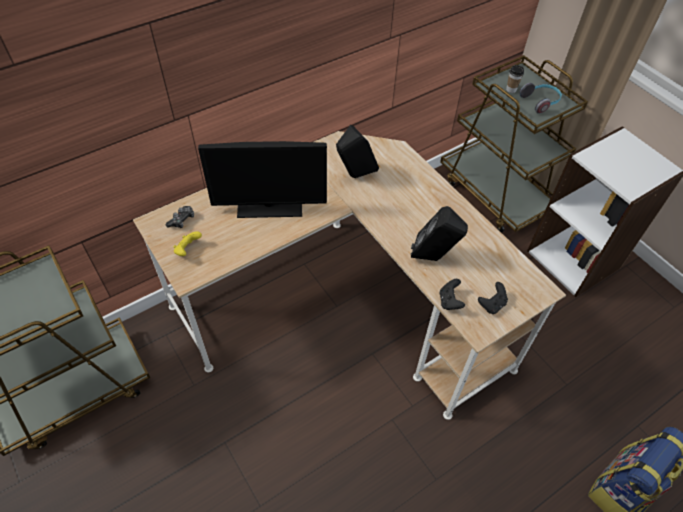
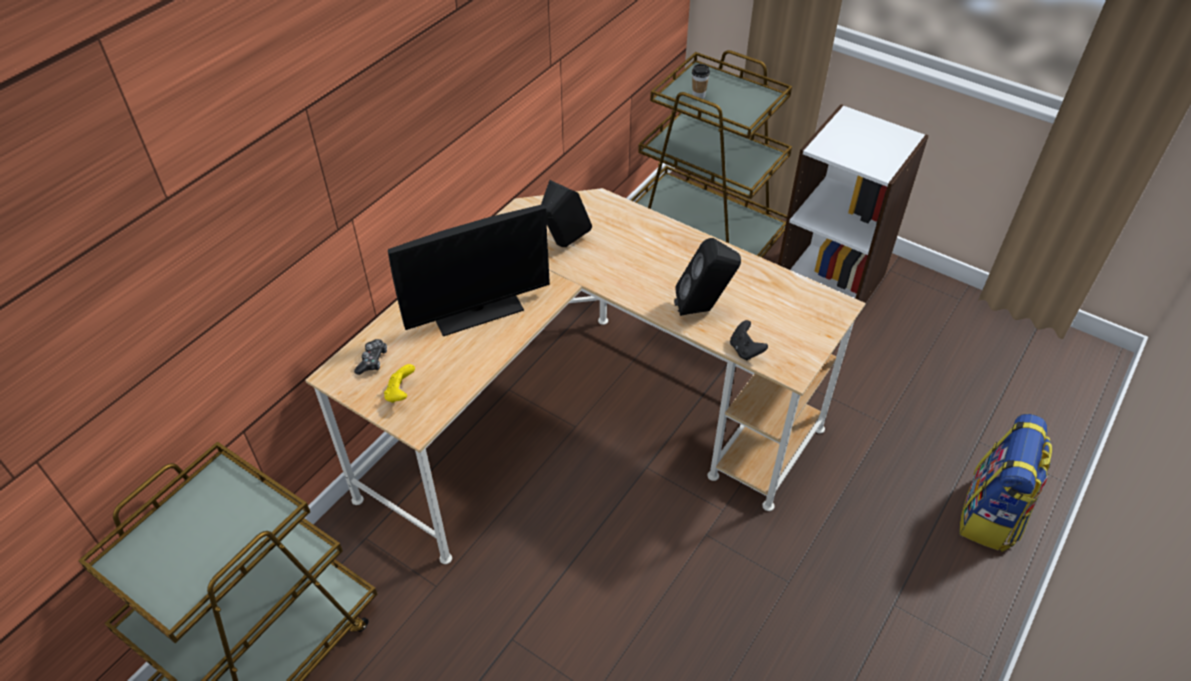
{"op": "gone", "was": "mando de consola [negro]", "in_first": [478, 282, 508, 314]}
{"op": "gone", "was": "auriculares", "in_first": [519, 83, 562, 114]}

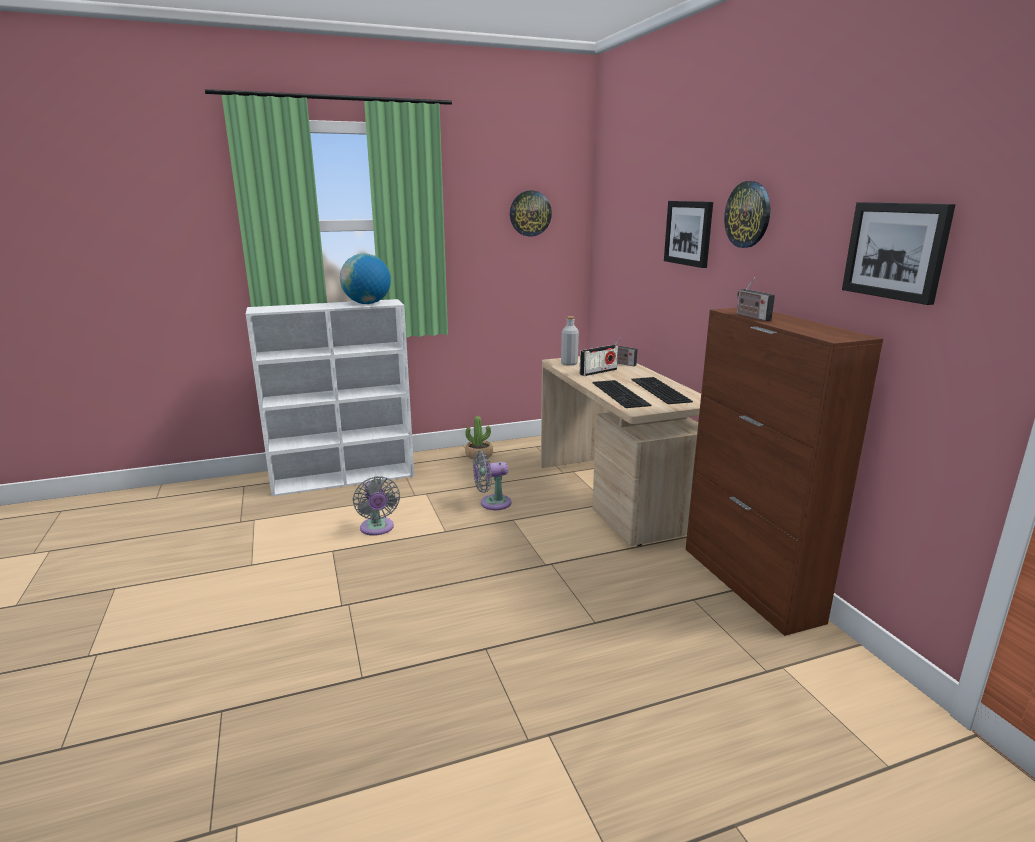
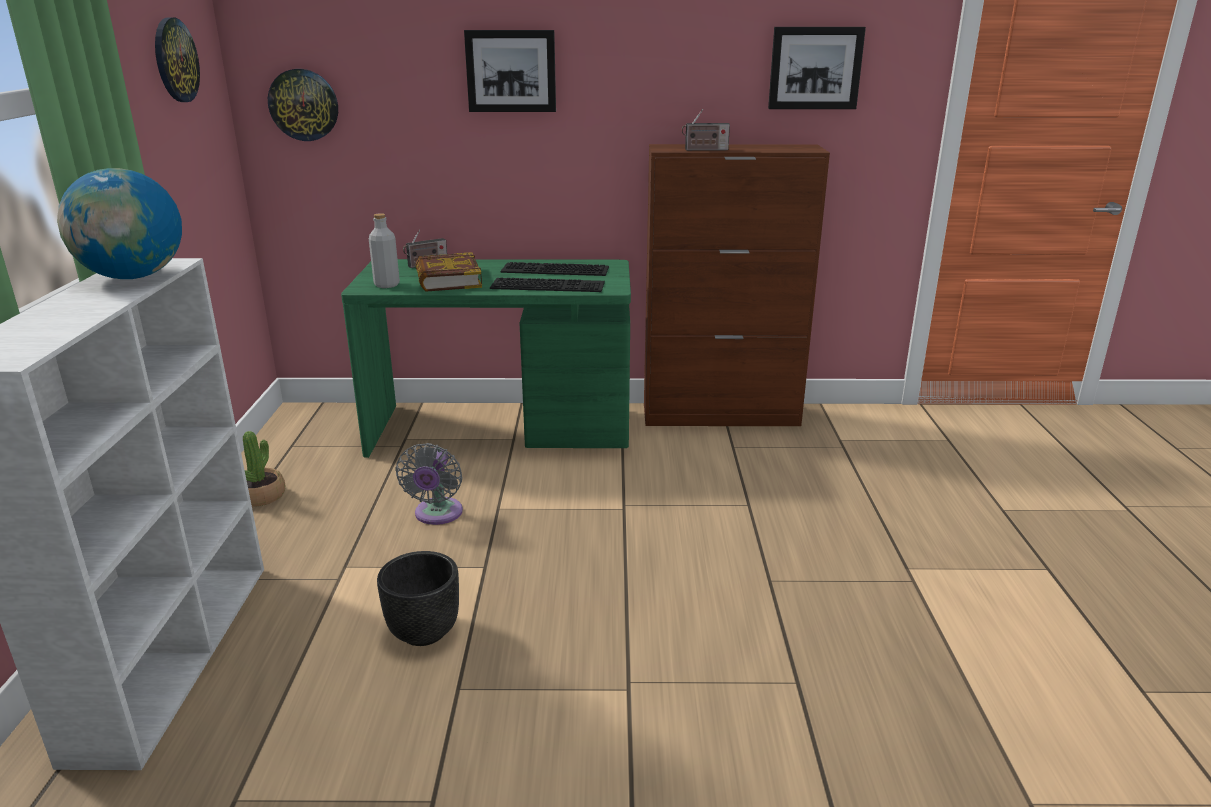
{"op": "shifted", "was": "reloj de pared", "in_first": [724, 181, 770, 248], "in_second": [268, 69, 338, 141]}
{"op": "repainted", "was": "escritorio [beis]", "now": "escritorio [verde]", "in_first": [541, 356, 701, 546], "in_second": [341, 259, 631, 458]}
{"op": "swapped", "was": "ventilador [gris]", "now": "maceta [negro]", "in_first": [353, 476, 400, 536], "in_second": [377, 551, 459, 646]}
{"op": "swapped", "was": "radio", "now": "libro", "in_first": [580, 345, 618, 376], "in_second": [416, 252, 482, 292]}

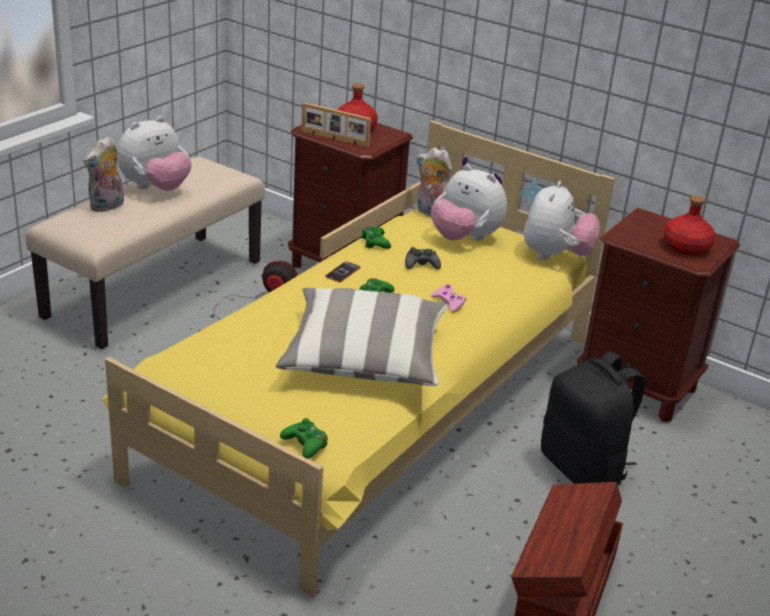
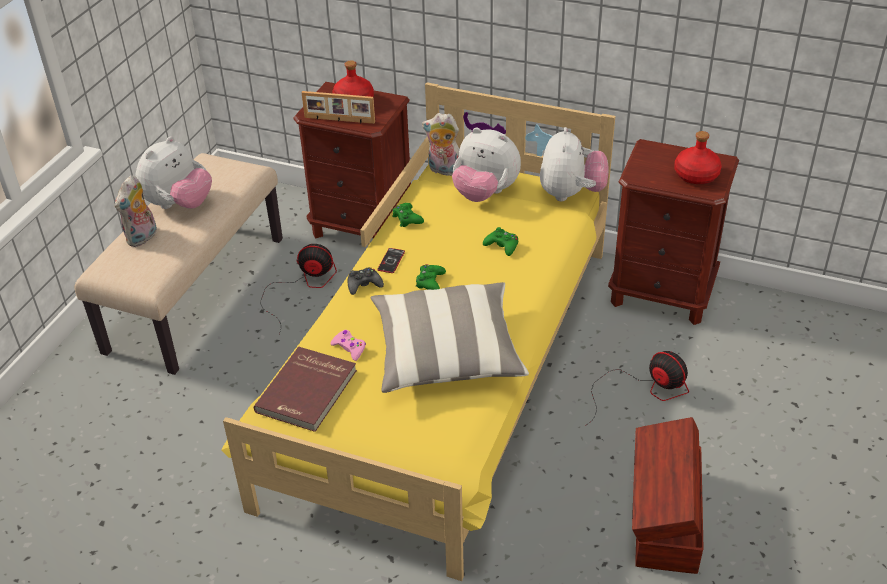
{"op": "new", "now": "libro [rojo]", "in_second": [254, 347, 357, 432]}
{"op": "shifted", "was": "mando de consola [rosa]", "in_first": [431, 285, 466, 313], "in_second": [331, 330, 366, 361]}
{"op": "shifted", "was": "mando de consola [negro]", "in_first": [405, 247, 441, 269], "in_second": [348, 267, 384, 295]}
{"op": "shifted", "was": "mando de consola [verde]", "in_first": [280, 418, 328, 459], "in_second": [483, 227, 518, 256]}
{"op": "swapped", "was": "mochila [negro]", "now": "ventilador", "in_first": [541, 351, 645, 485], "in_second": [585, 351, 689, 426]}

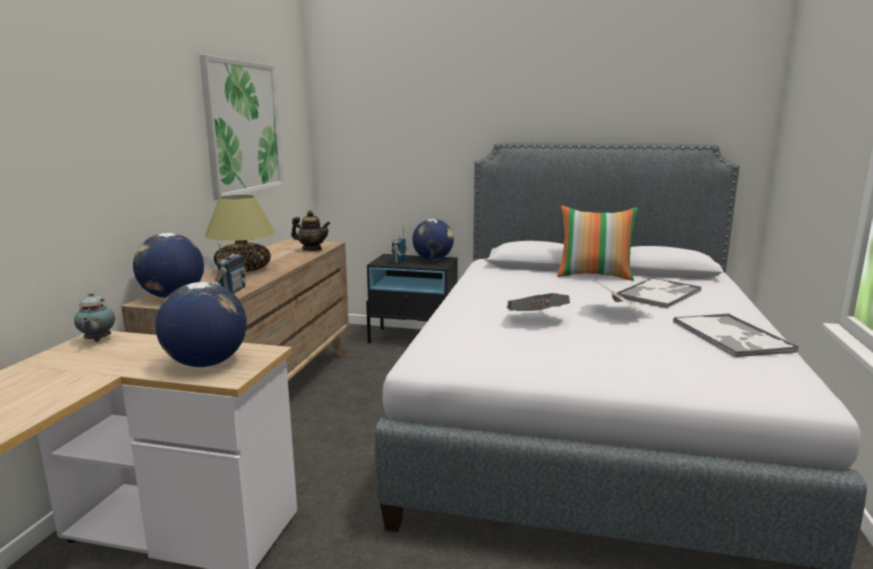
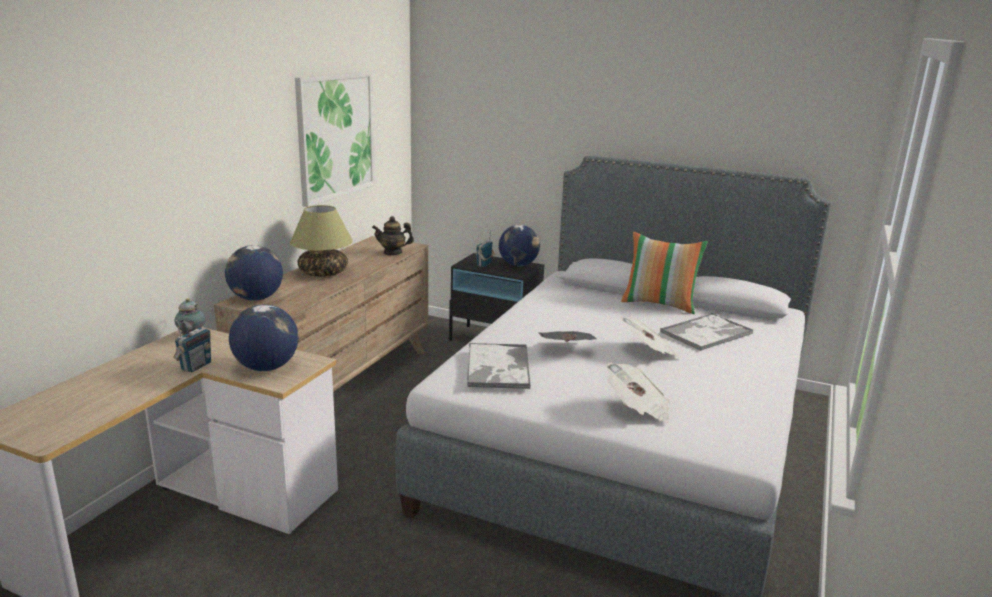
{"op": "shifted", "was": "radio", "in_first": [215, 242, 246, 294], "in_second": [173, 320, 211, 372]}
{"op": "rotated", "was": "tetera", "in_first": [291, 210, 330, 251], "in_second": [372, 216, 414, 256], "clockwise": 150}
{"op": "shifted", "was": "bandeja", "in_first": [673, 314, 799, 358], "in_second": [467, 343, 531, 389]}
{"op": "new", "now": "periódico", "in_second": [606, 362, 670, 423]}

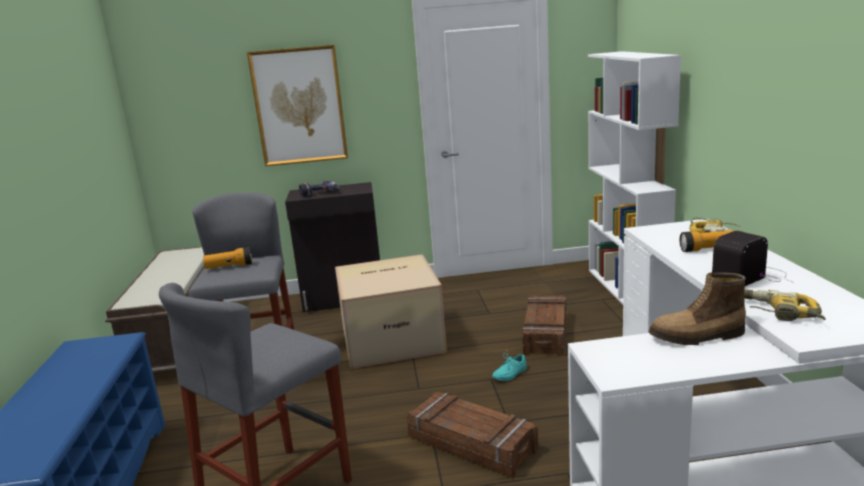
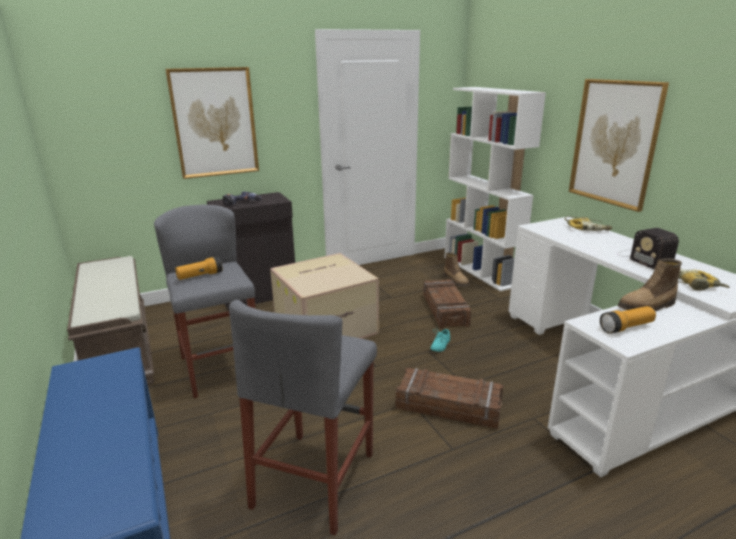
{"op": "new", "now": "bota", "in_second": [444, 253, 470, 287]}
{"op": "new", "now": "cuadro", "in_second": [569, 79, 669, 212]}
{"op": "shifted", "was": "linterna", "in_first": [680, 230, 734, 252], "in_second": [600, 306, 656, 334]}
{"op": "rotated", "was": "radio", "in_first": [712, 231, 792, 286], "in_second": [619, 228, 679, 270], "clockwise": -60}

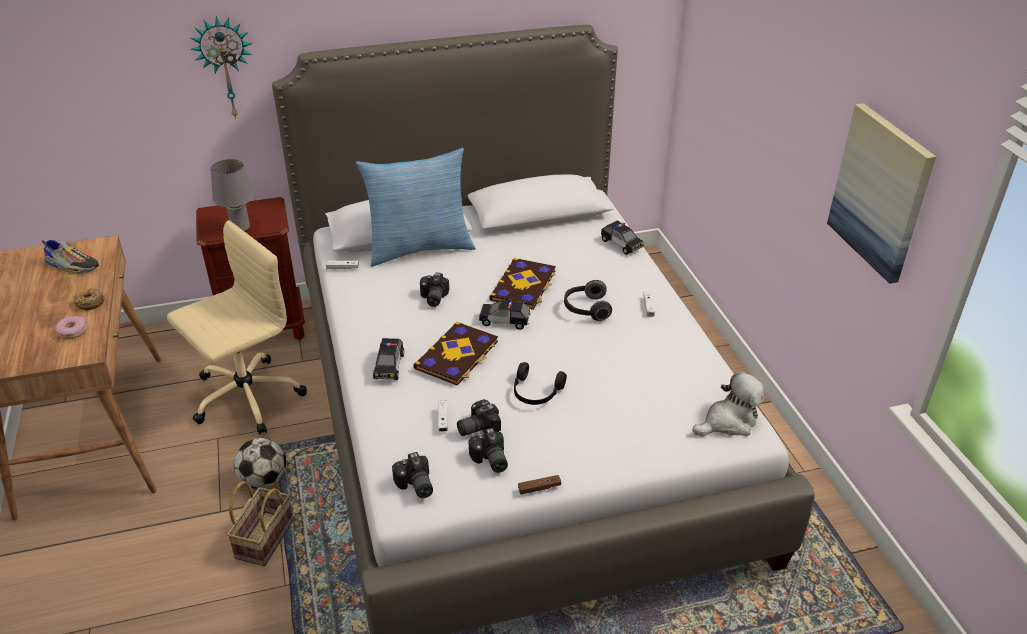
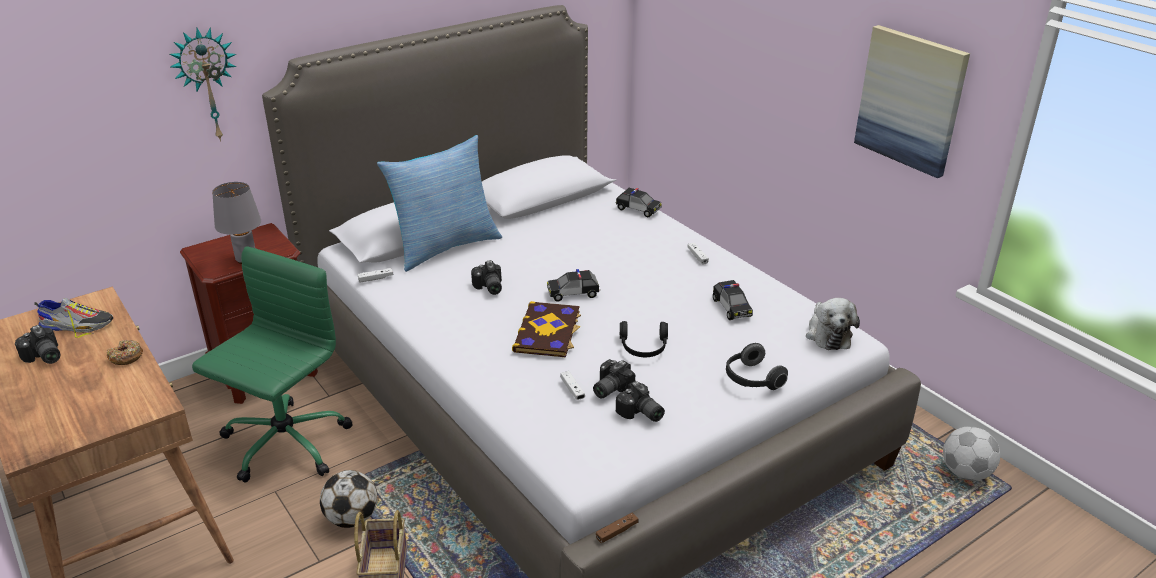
{"op": "shifted", "was": "cámara", "in_first": [392, 452, 433, 498], "in_second": [15, 325, 60, 364]}
{"op": "repainted", "was": "silla de oficina [beis]", "now": "silla de oficina [verde]", "in_first": [167, 220, 307, 435], "in_second": [192, 246, 353, 483]}
{"op": "shifted", "was": "mando de consola [marrón]", "in_first": [518, 475, 561, 494], "in_second": [596, 513, 638, 543]}
{"op": "shifted", "was": "coche de juguete", "in_first": [373, 338, 404, 380], "in_second": [713, 280, 753, 320]}
{"op": "shifted", "was": "auriculares", "in_first": [564, 280, 612, 321], "in_second": [726, 343, 788, 390]}
{"op": "rotated", "was": "peluche", "in_first": [692, 371, 764, 436], "in_second": [806, 298, 860, 350], "clockwise": 135}
{"op": "new", "now": "balón de fútbol", "in_second": [943, 426, 1000, 481]}
{"op": "gone", "was": "rosquilla", "in_first": [55, 316, 87, 339]}
{"op": "gone", "was": "libro", "in_first": [489, 258, 556, 310]}

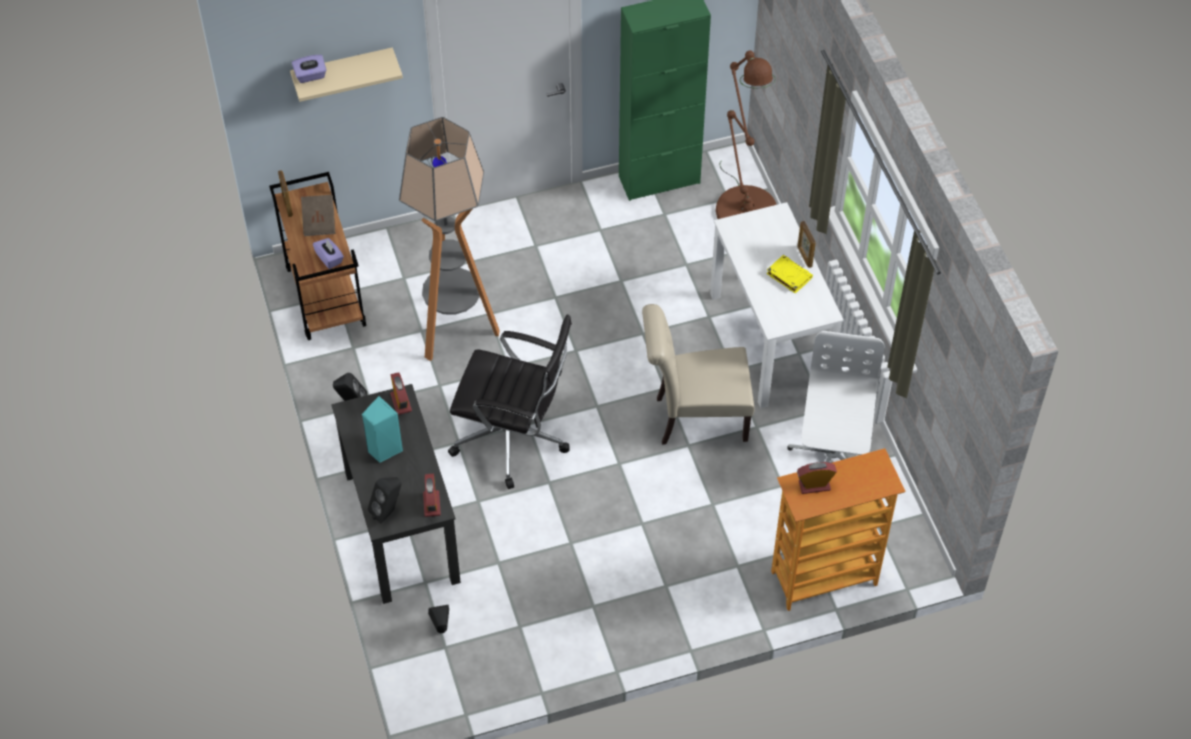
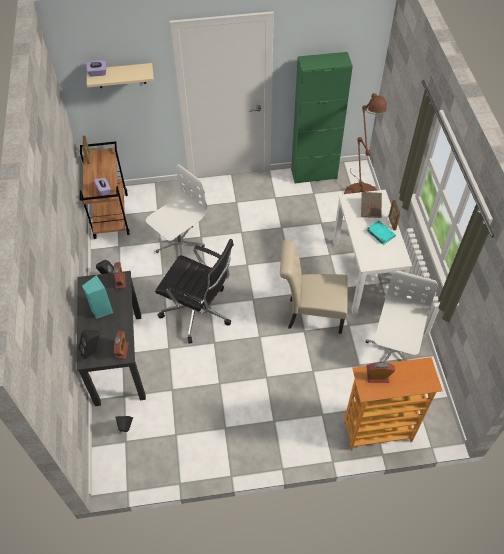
{"op": "swapped", "was": "lámpara de pie", "now": "silla de oficina [blanco]", "in_first": [399, 117, 500, 361], "in_second": [146, 164, 207, 256]}
{"op": "shifted", "was": "libro [marrón]", "in_first": [301, 195, 335, 236], "in_second": [361, 192, 382, 218]}
{"op": "repainted", "was": "libro [amarillo]", "now": "libro [turquesa]", "in_first": [766, 255, 813, 294], "in_second": [366, 220, 396, 245]}

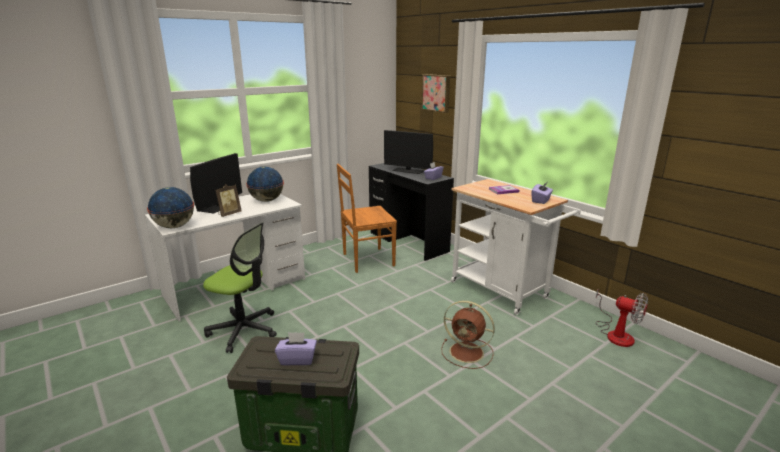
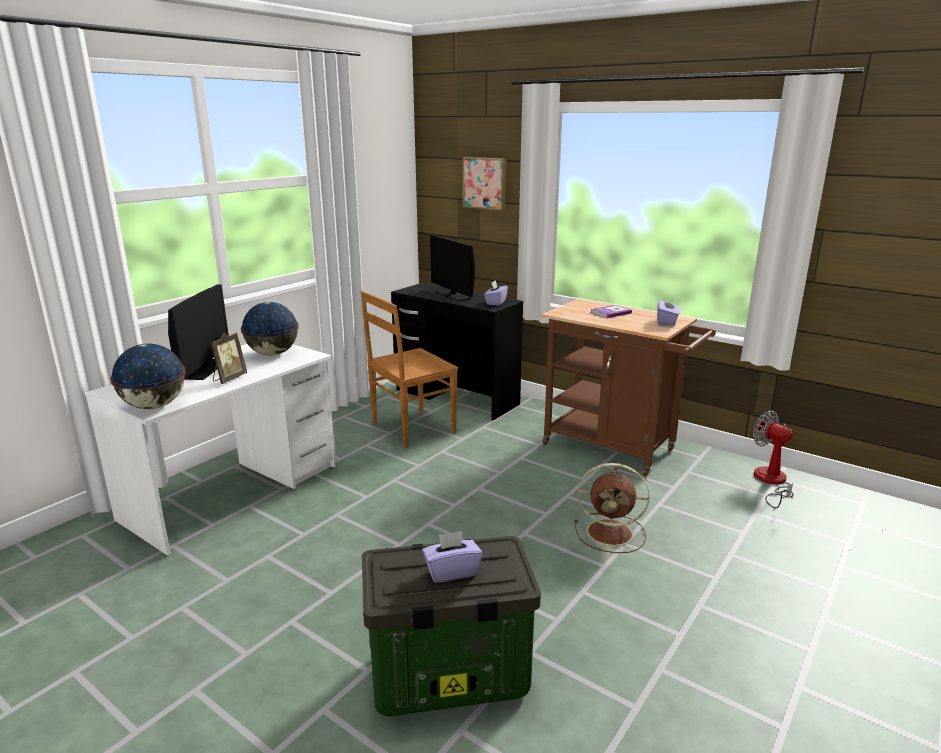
{"op": "rotated", "was": "monitor", "in_first": [384, 130, 433, 174], "in_second": [430, 235, 475, 301], "clockwise": 45}
{"op": "repainted", "was": "carrito [blanco]", "now": "carrito [marrón]", "in_first": [451, 179, 581, 315], "in_second": [541, 299, 716, 476]}
{"op": "rotated", "was": "ventilador", "in_first": [596, 288, 648, 347], "in_second": [753, 411, 793, 508], "clockwise": -150}
{"op": "gone", "was": "silla de oficina", "in_first": [203, 222, 277, 353]}

